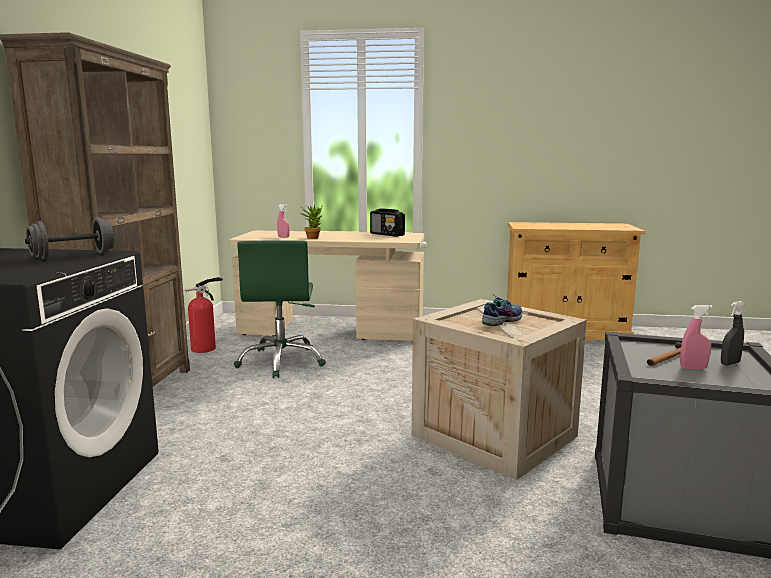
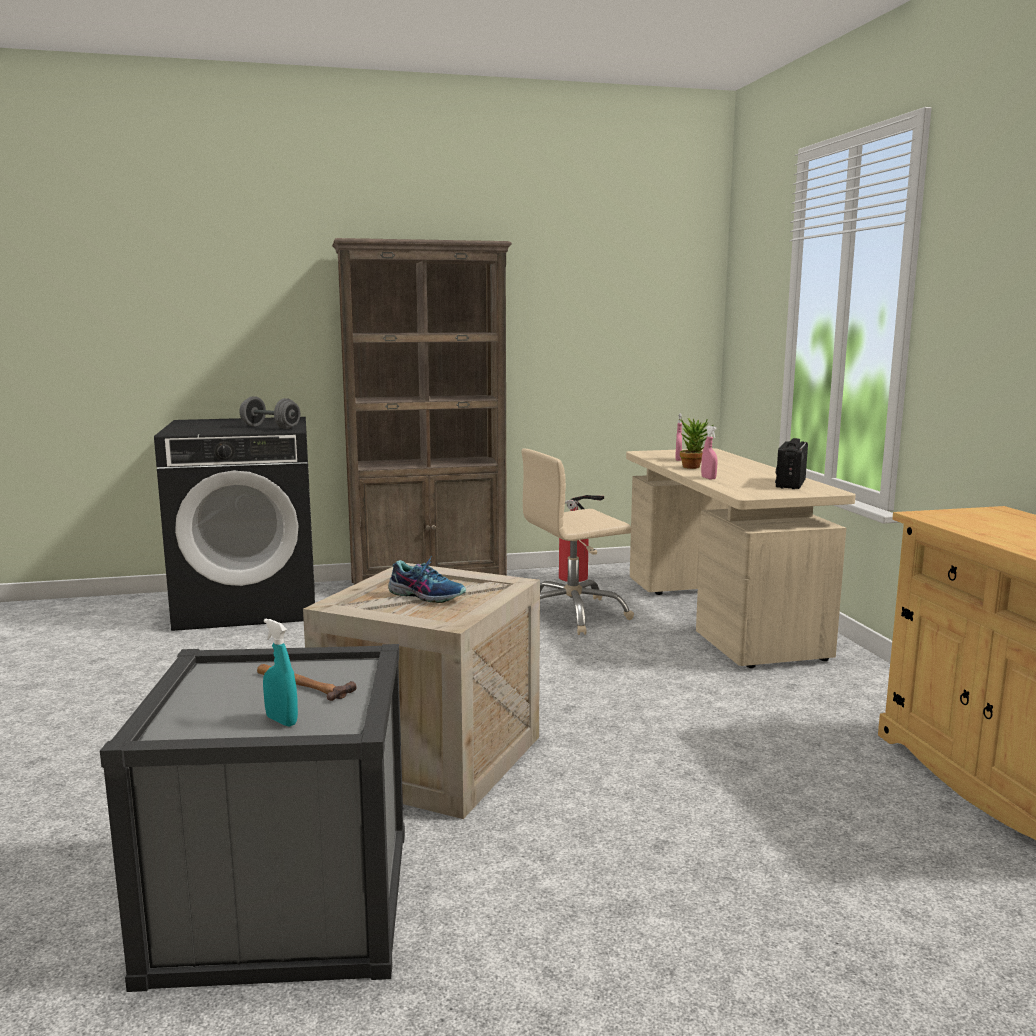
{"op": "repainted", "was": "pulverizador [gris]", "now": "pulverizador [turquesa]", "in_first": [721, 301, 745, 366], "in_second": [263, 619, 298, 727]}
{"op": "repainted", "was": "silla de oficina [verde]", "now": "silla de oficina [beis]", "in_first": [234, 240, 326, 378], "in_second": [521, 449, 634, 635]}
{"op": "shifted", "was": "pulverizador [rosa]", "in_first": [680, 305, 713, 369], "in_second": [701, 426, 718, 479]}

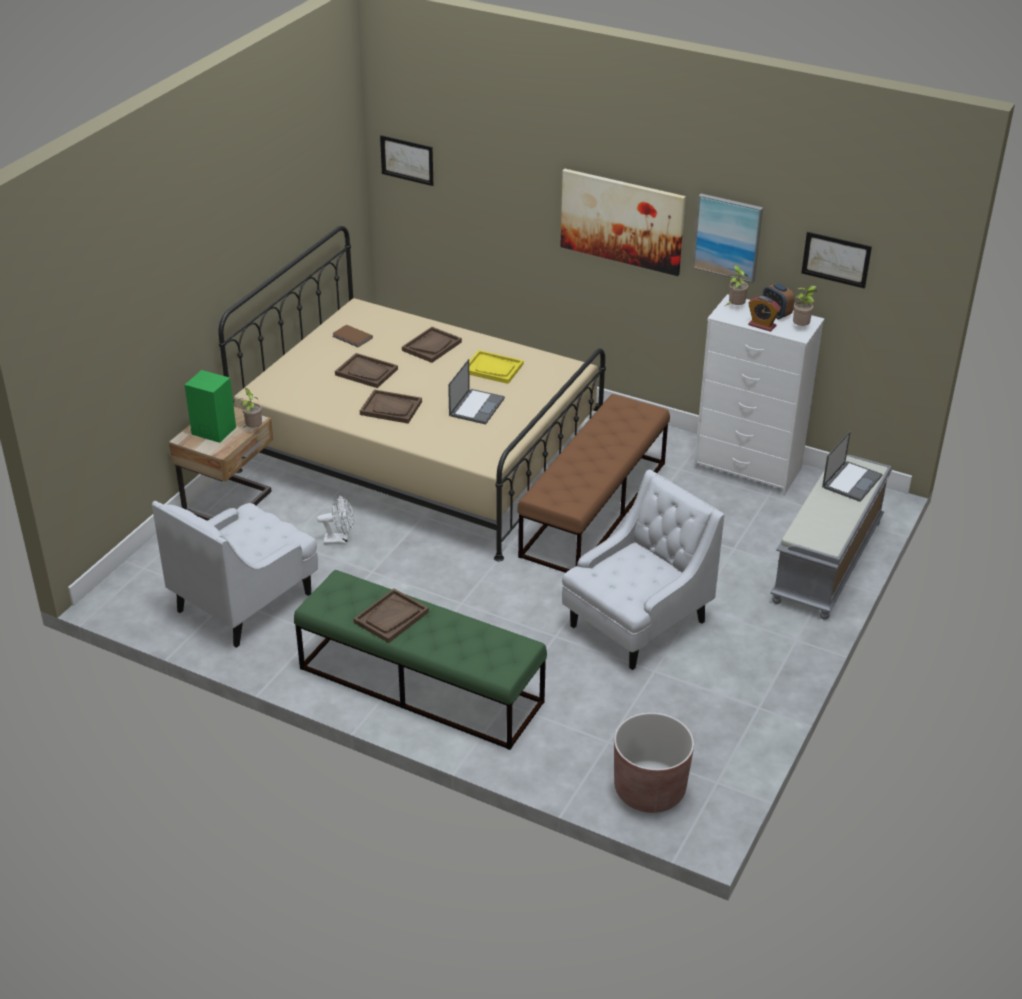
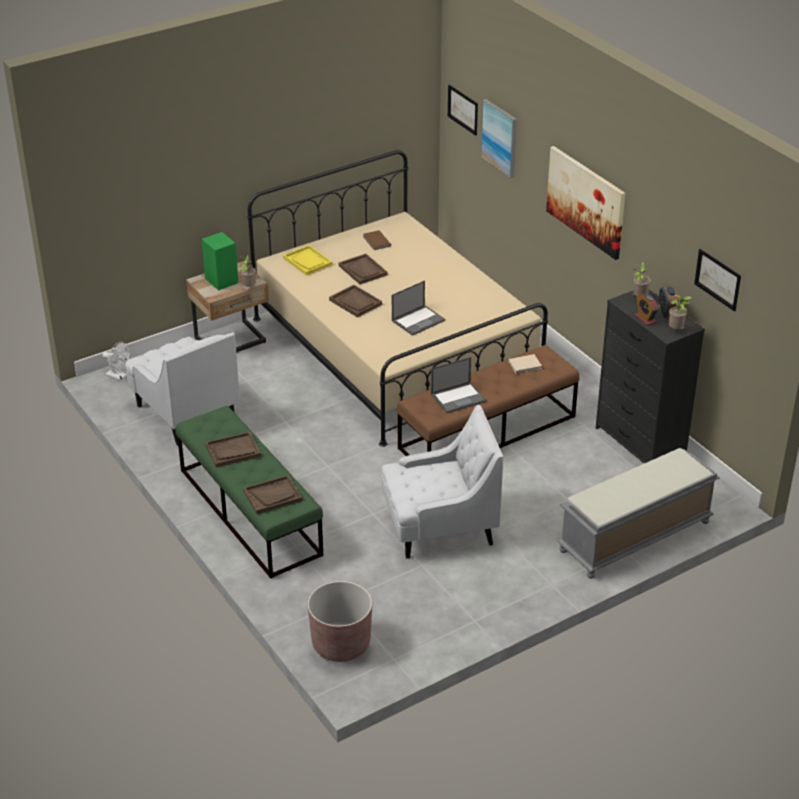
{"op": "shifted", "was": "ventilador [blanco]", "in_first": [317, 496, 354, 544], "in_second": [102, 342, 131, 381]}
{"op": "rotated", "was": "sillón [blanco]", "in_first": [152, 501, 318, 648], "in_second": [125, 332, 240, 446], "clockwise": -105}
{"op": "shifted", "was": "bandeja [marrón]", "in_first": [402, 327, 462, 363], "in_second": [243, 475, 302, 514]}
{"op": "shifted", "was": "bandeja [amarillo]", "in_first": [469, 350, 524, 384], "in_second": [283, 245, 332, 275]}
{"op": "shifted", "was": "portátil", "in_first": [822, 431, 883, 502], "in_second": [431, 357, 486, 413]}
{"op": "shifted", "was": "cuadro", "in_first": [693, 193, 763, 283], "in_second": [481, 99, 517, 179]}
{"op": "new", "now": "libro [beis]", "in_second": [508, 354, 542, 374]}
{"op": "repainted", "was": "cómoda [blanco]", "now": "cómoda [negro]", "in_first": [694, 294, 825, 495], "in_second": [596, 289, 705, 463]}

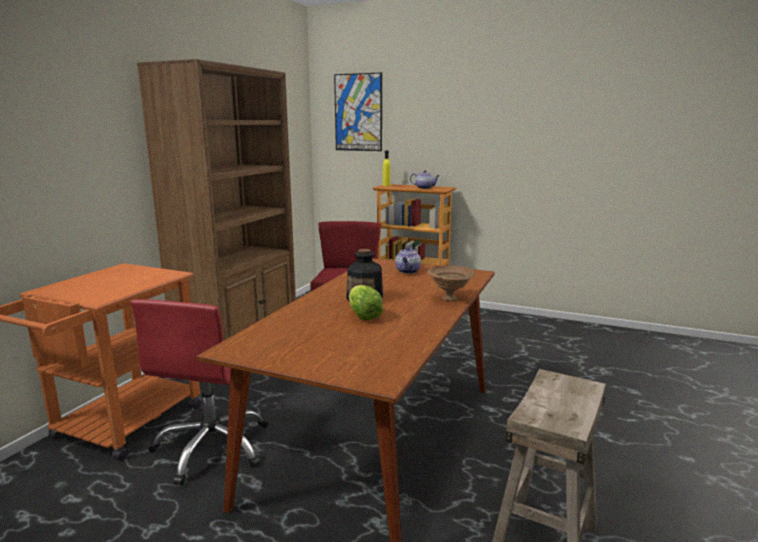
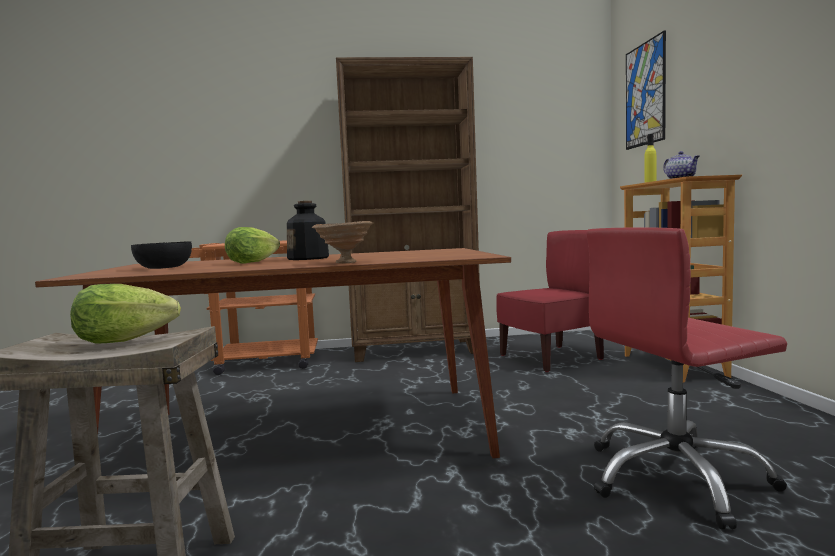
{"op": "new", "now": "lechuga", "in_second": [70, 284, 181, 344]}
{"op": "new", "now": "cuenco [negro]", "in_second": [131, 241, 192, 269]}
{"op": "shifted", "was": "silla de oficina [rojo]", "in_first": [131, 299, 268, 486], "in_second": [586, 227, 787, 530]}
{"op": "gone", "was": "tetera", "in_first": [395, 247, 421, 274]}

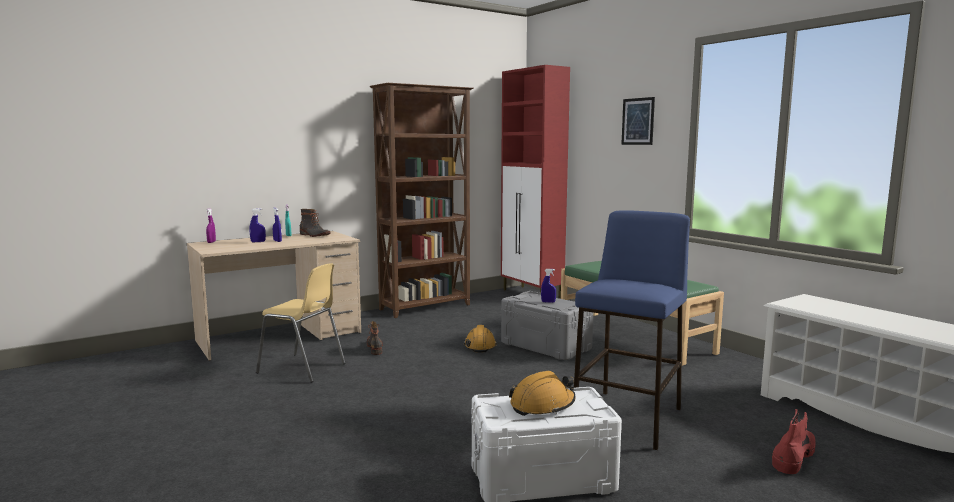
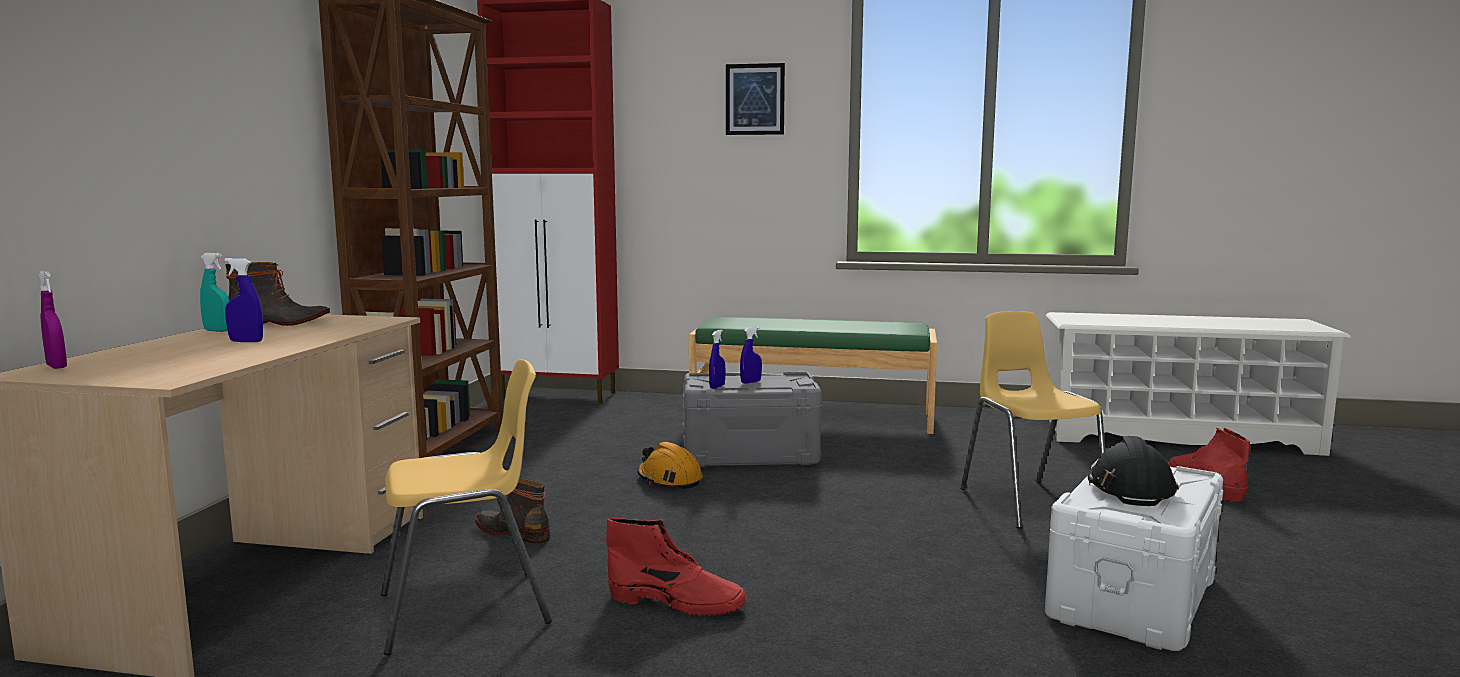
{"op": "new", "now": "bota [rojo]", "in_second": [606, 518, 747, 616]}
{"op": "shifted", "was": "pulverizador [azul]", "in_first": [250, 208, 266, 242], "in_second": [709, 330, 725, 389]}
{"op": "swapped", "was": "taburete [azul]", "now": "silla [amarillo]", "in_first": [574, 210, 690, 450], "in_second": [960, 311, 1105, 529]}
{"op": "repainted", "was": "casco [naranja]", "now": "casco [negro]", "in_first": [509, 371, 576, 416], "in_second": [1088, 436, 1179, 506]}

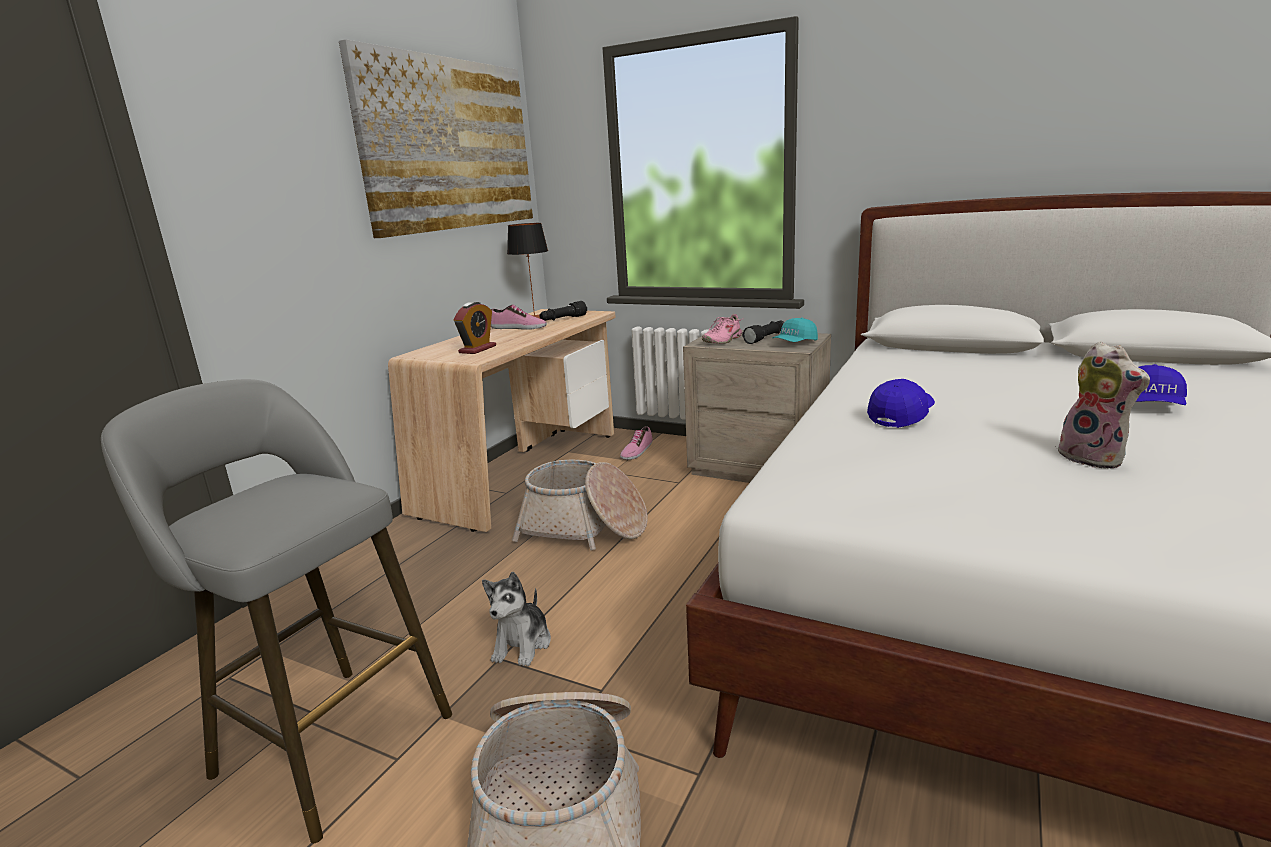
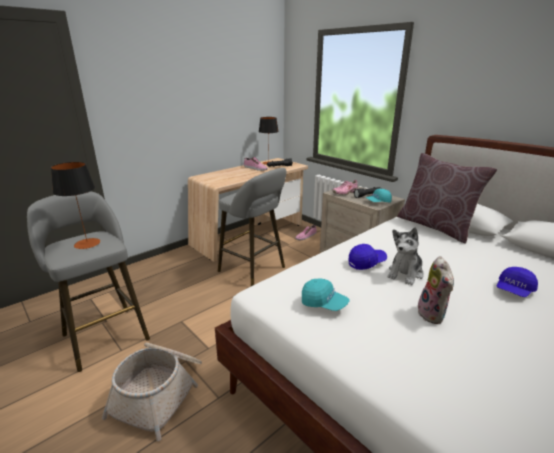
{"op": "new", "now": "lámpara de mesa", "in_second": [51, 162, 100, 249]}
{"op": "swapped", "was": "cesta", "now": "taburete [gris]", "in_first": [512, 460, 648, 550], "in_second": [218, 168, 286, 286]}
{"op": "new", "now": "gorra [turquesa]", "in_second": [302, 279, 349, 311]}
{"op": "shifted", "was": "peluche", "in_first": [482, 572, 551, 666], "in_second": [388, 228, 424, 285]}
{"op": "new", "now": "cojín [marrón]", "in_second": [397, 153, 497, 244]}
{"op": "gone", "was": "cuadro", "in_first": [339, 39, 533, 238]}
{"op": "gone", "was": "despertador", "in_first": [453, 302, 496, 354]}

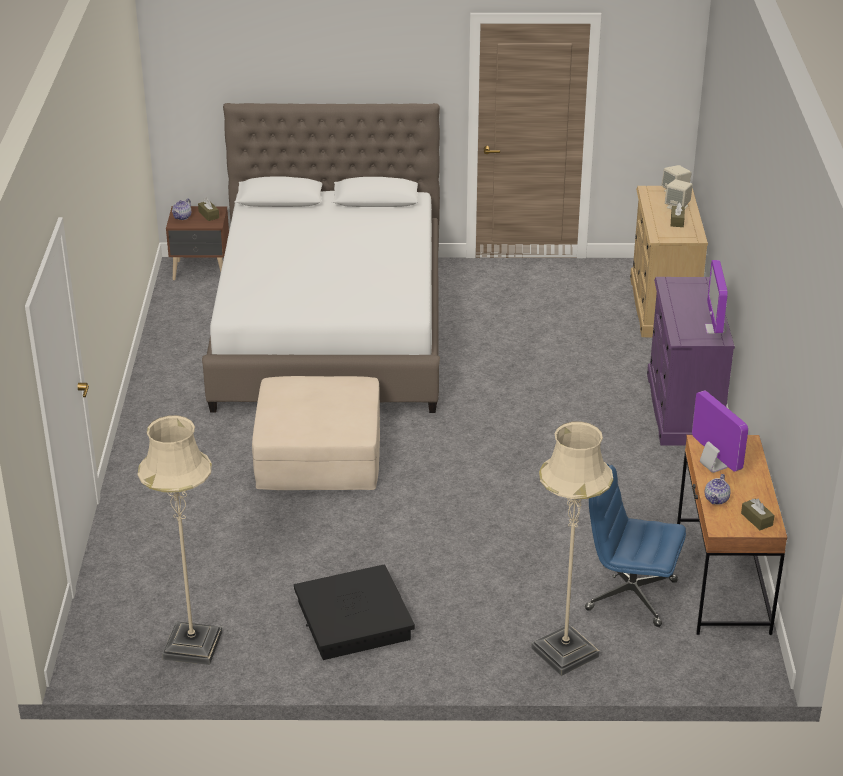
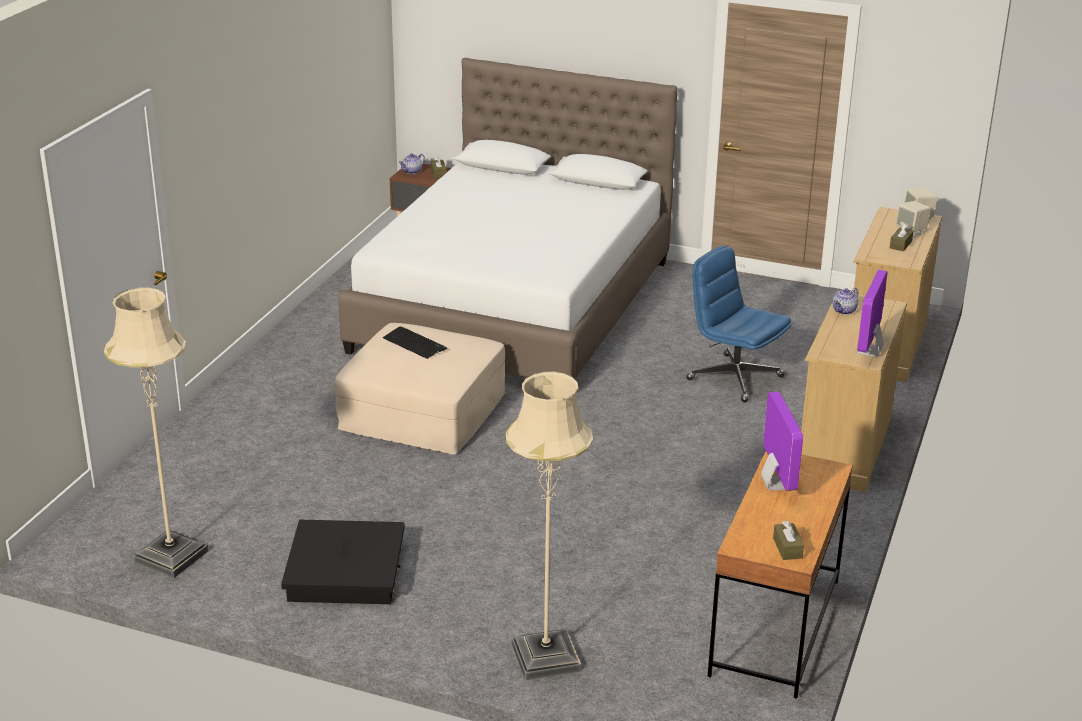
{"op": "new", "now": "teclado", "in_second": [383, 326, 447, 359]}
{"op": "shifted", "was": "silla de oficina [azul]", "in_first": [585, 464, 686, 627], "in_second": [686, 245, 791, 402]}
{"op": "repainted", "was": "cómoda [morado]", "now": "cómoda [beis]", "in_first": [647, 277, 735, 445], "in_second": [801, 291, 907, 492]}
{"op": "shifted", "was": "tetera", "in_first": [705, 474, 731, 505], "in_second": [833, 288, 858, 315]}

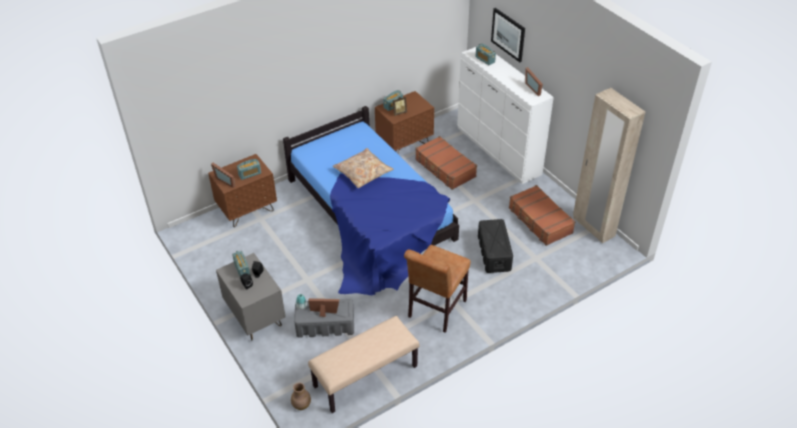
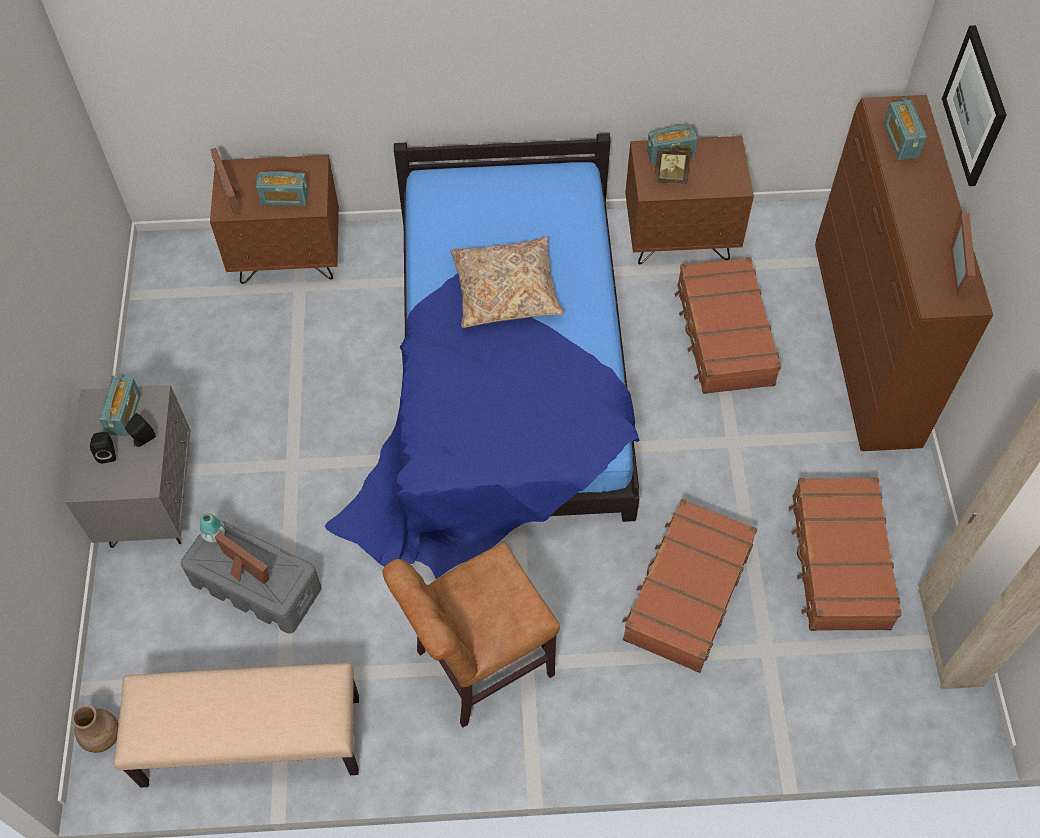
{"op": "swapped", "was": "caja de almacenaje [negro]", "now": "maleta [marrón]", "in_first": [478, 219, 513, 273], "in_second": [622, 499, 758, 673]}
{"op": "repainted", "was": "cómoda [blanco]", "now": "cómoda [marrón]", "in_first": [457, 47, 554, 184], "in_second": [815, 95, 993, 451]}

